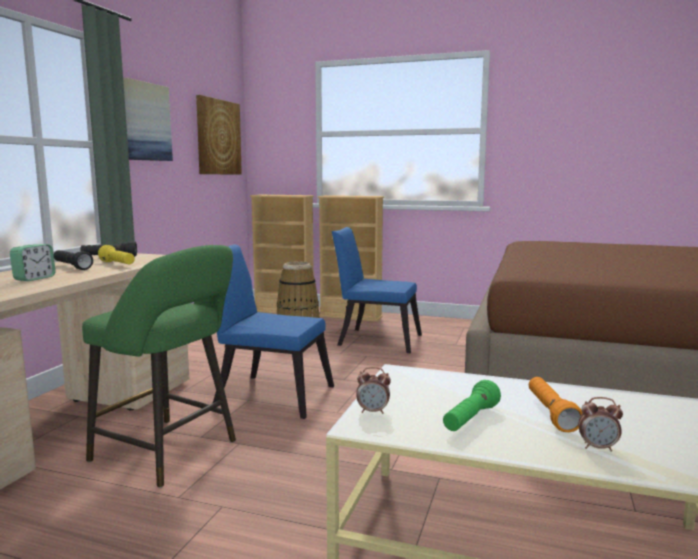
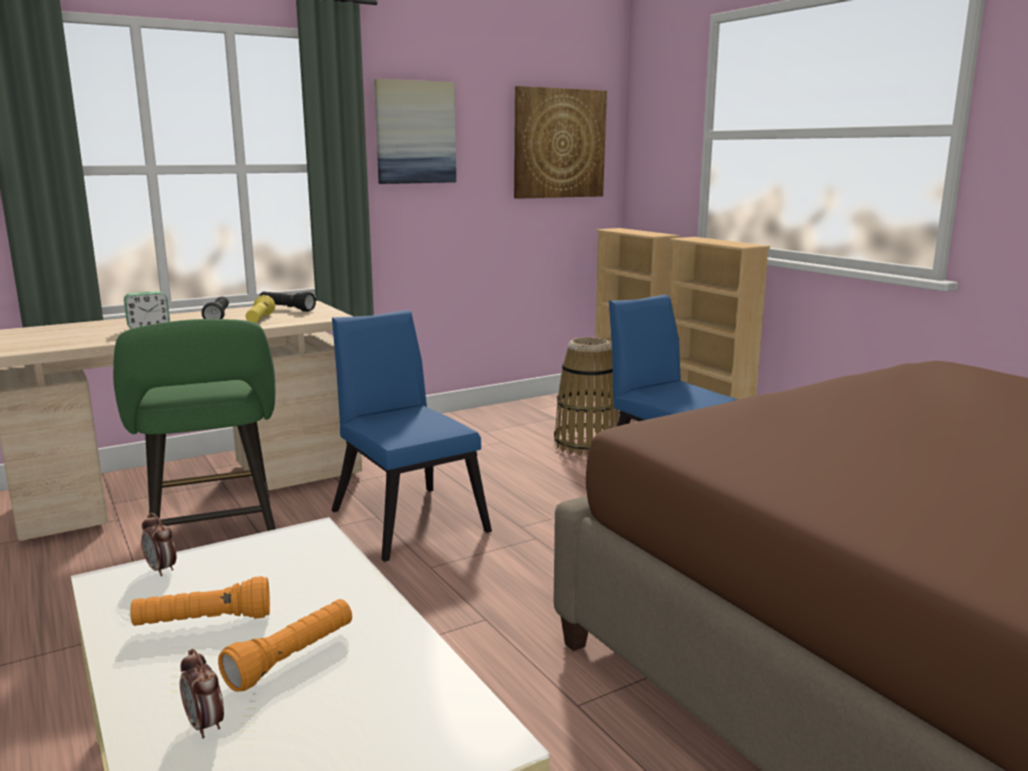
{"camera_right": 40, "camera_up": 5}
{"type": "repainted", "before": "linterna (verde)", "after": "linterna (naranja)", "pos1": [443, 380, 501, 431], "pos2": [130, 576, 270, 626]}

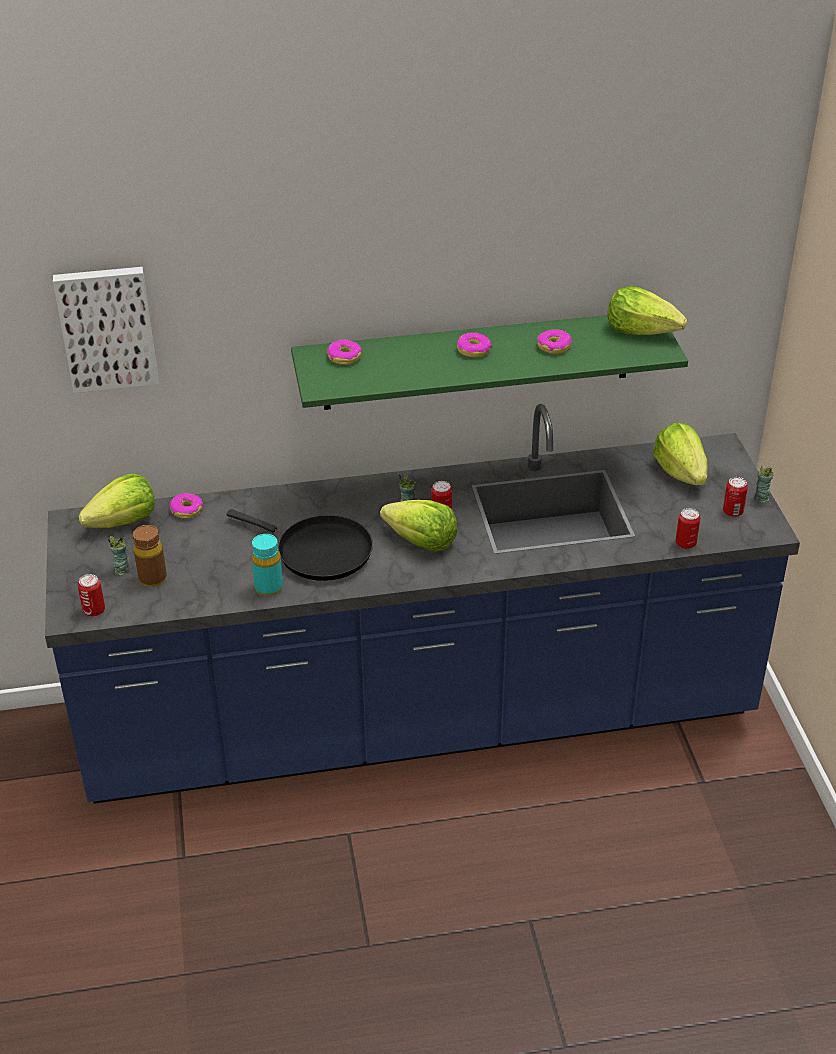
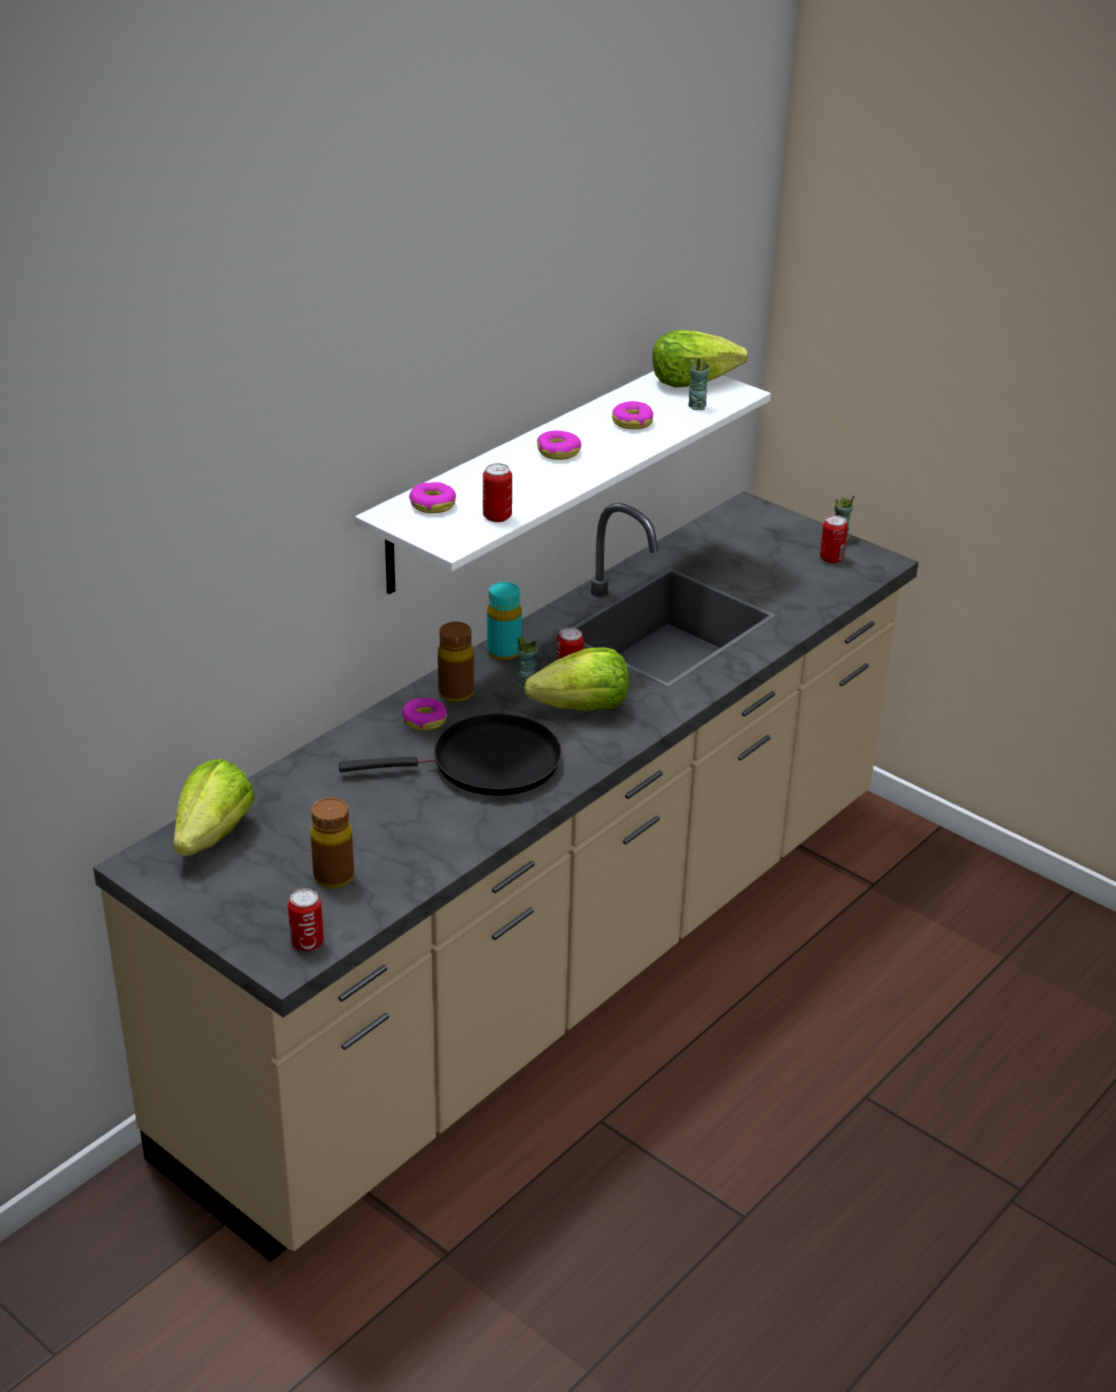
{"camera_right": -40, "camera_up": -5}
{"type": "repainted", "before": "mueble bajo de cocina (azul)", "after": "mueble bajo de cocina (beis)", "pos1": [45, 404, 800, 804], "pos2": [93, 491, 918, 1262]}
{"type": "repainted", "before": "estante (verde)", "after": "estante (blanco)", "pos1": [291, 315, 688, 410], "pos2": [355, 371, 771, 594]}
{"type": "shifted", "before": "rosquilla", "pos1": [170, 493, 203, 519], "pos2": [402, 698, 447, 731]}
{"type": "new", "after": "botella (marrón)", "pos2": [438, 622, 474, 703]}
{"type": "shifted", "before": "lata", "pos1": [676, 508, 700, 549], "pos2": [483, 463, 512, 522]}
{"type": "shifted", "before": "botella (turquesa)", "pos1": [252, 534, 283, 596], "pos2": [487, 582, 522, 661]}
{"type": "shifted", "before": "taza", "pos1": [108, 535, 130, 576], "pos2": [689, 358, 712, 410]}
{"type": "gone", "before": "cuadro", "pos1": [53, 267, 159, 393]}
{"type": "gone", "before": "lechuga", "pos1": [653, 423, 707, 485]}

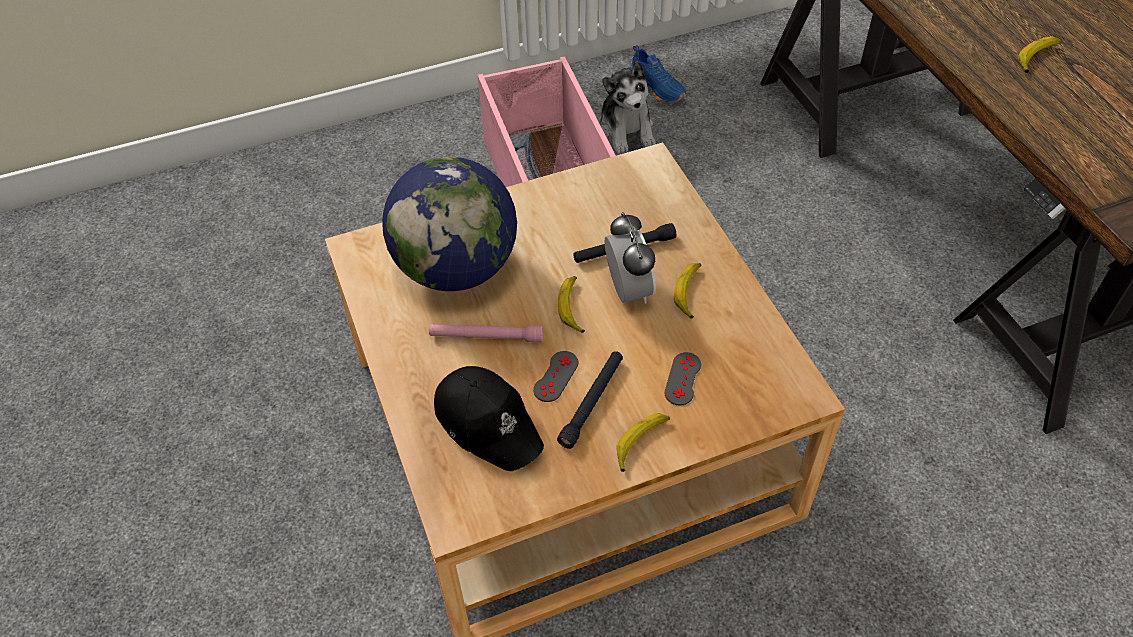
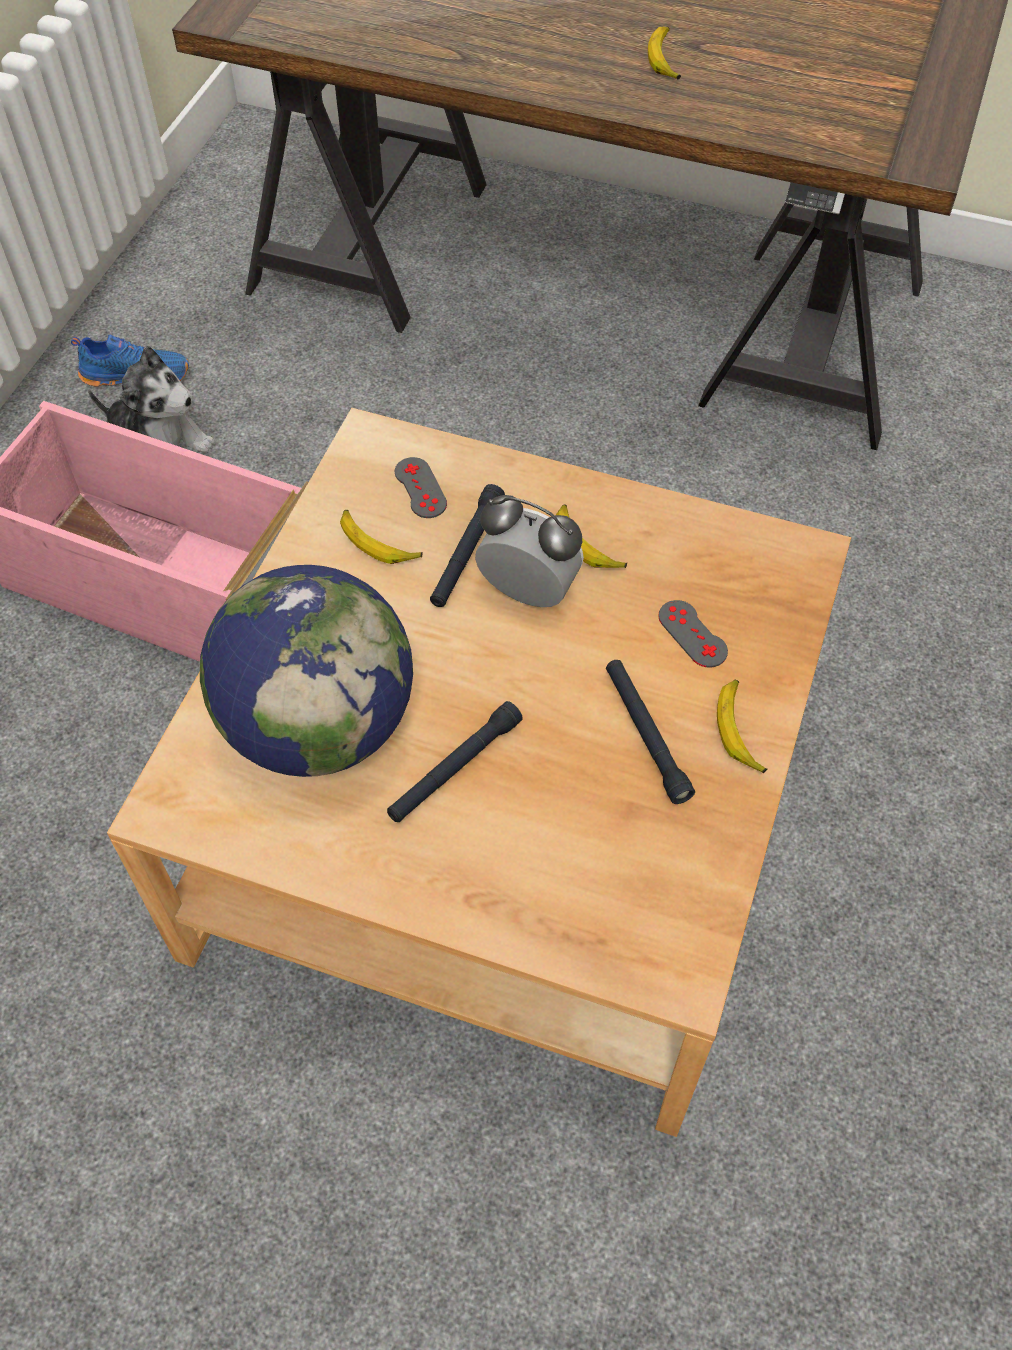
{"camera_right": -50, "camera_up": 5}
{"type": "shifted", "before": "plátano", "pos1": [558, 276, 585, 333], "pos2": [340, 510, 422, 564]}
{"type": "repainted", "before": "linterna (rosa)", "after": "linterna (negro)", "pos1": [429, 324, 543, 342], "pos2": [387, 701, 523, 822]}
{"type": "shifted", "before": "mando de consola (gris)", "pos1": [533, 351, 578, 402], "pos2": [395, 457, 447, 518]}
{"type": "gone", "before": "gorra (negro)", "pos1": [434, 366, 544, 471]}

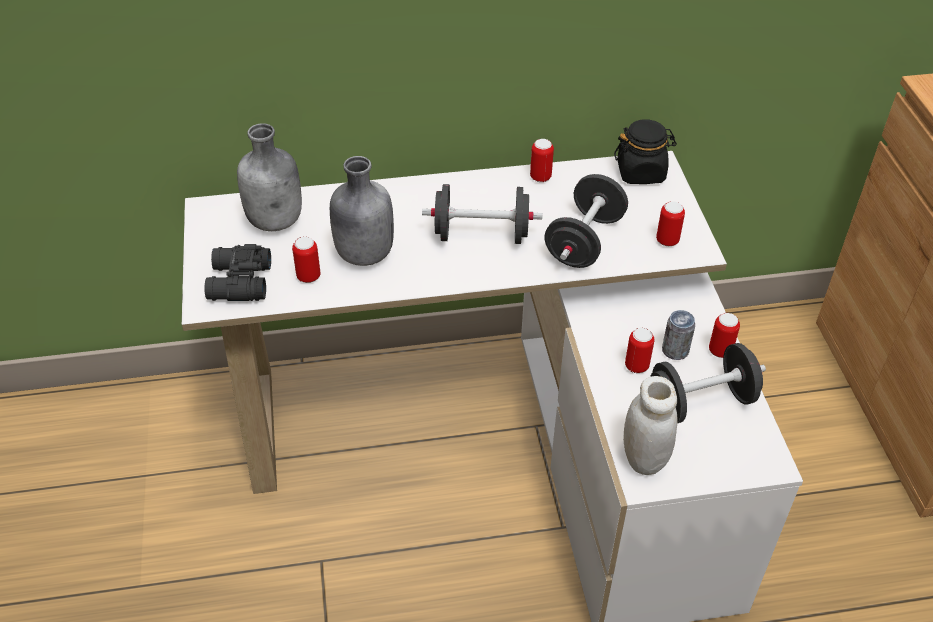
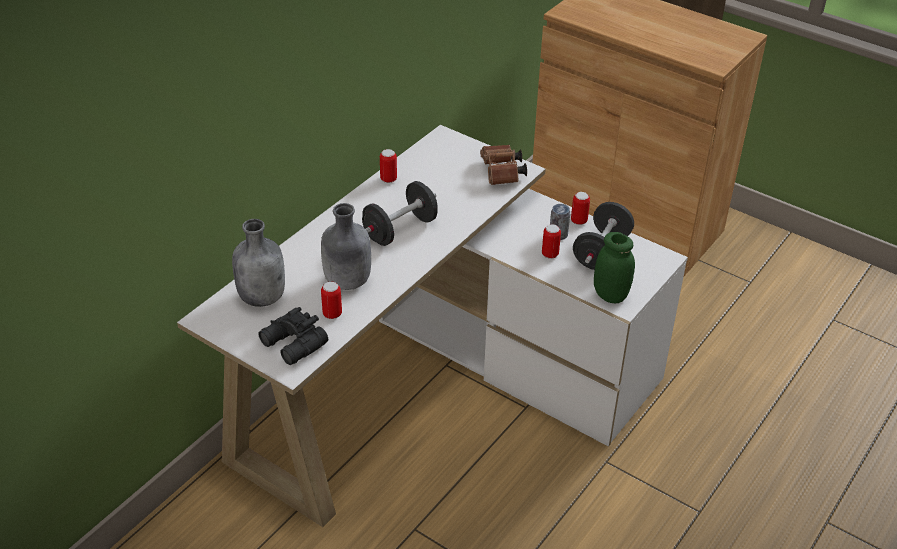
{"camera_right": -45, "camera_up": -5}
{"type": "swapped", "before": "lata", "after": "prismáticos (marrón)", "pos1": [656, 201, 685, 246], "pos2": [480, 145, 527, 185]}
{"type": "repainted", "before": "tarro (blanco)", "after": "tarro (verde)", "pos1": [623, 376, 678, 475], "pos2": [594, 232, 635, 303]}
{"type": "gone", "before": "mancuerna (negro)", "pos1": [544, 174, 628, 268]}
{"type": "gone", "before": "tarro (negro)", "pos1": [614, 119, 677, 184]}

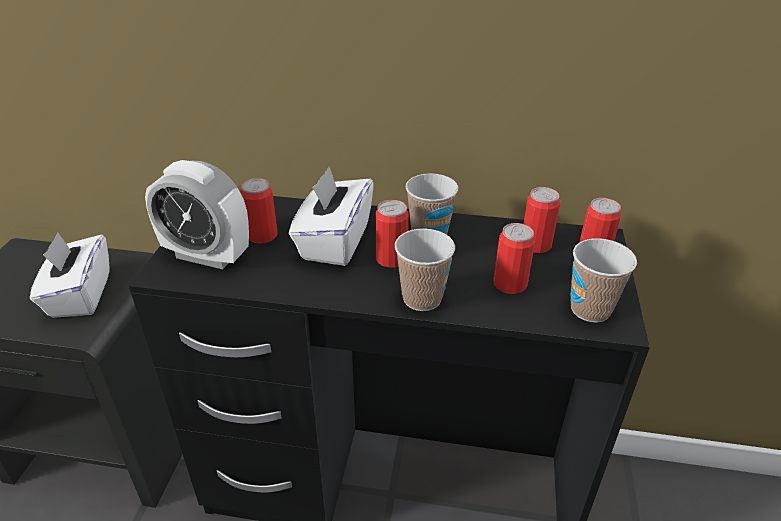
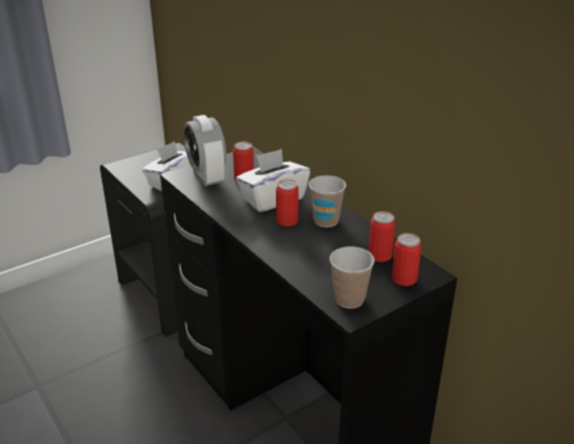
{"camera_right": 45, "camera_up": -5}
{"type": "gone", "before": "taza", "pos1": [395, 229, 455, 311]}
{"type": "gone", "before": "lata", "pos1": [493, 223, 535, 294]}

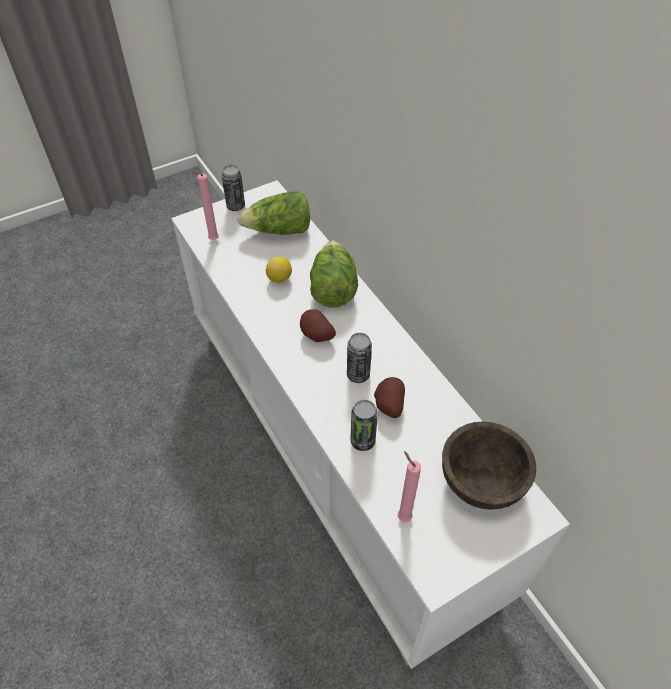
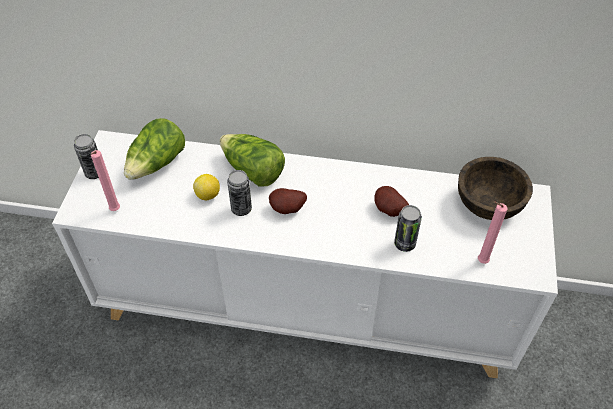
{"camera_right": -50, "camera_up": 0}
{"type": "shifted", "before": "lata", "pos1": [347, 333, 372, 383], "pos2": [227, 170, 252, 216]}

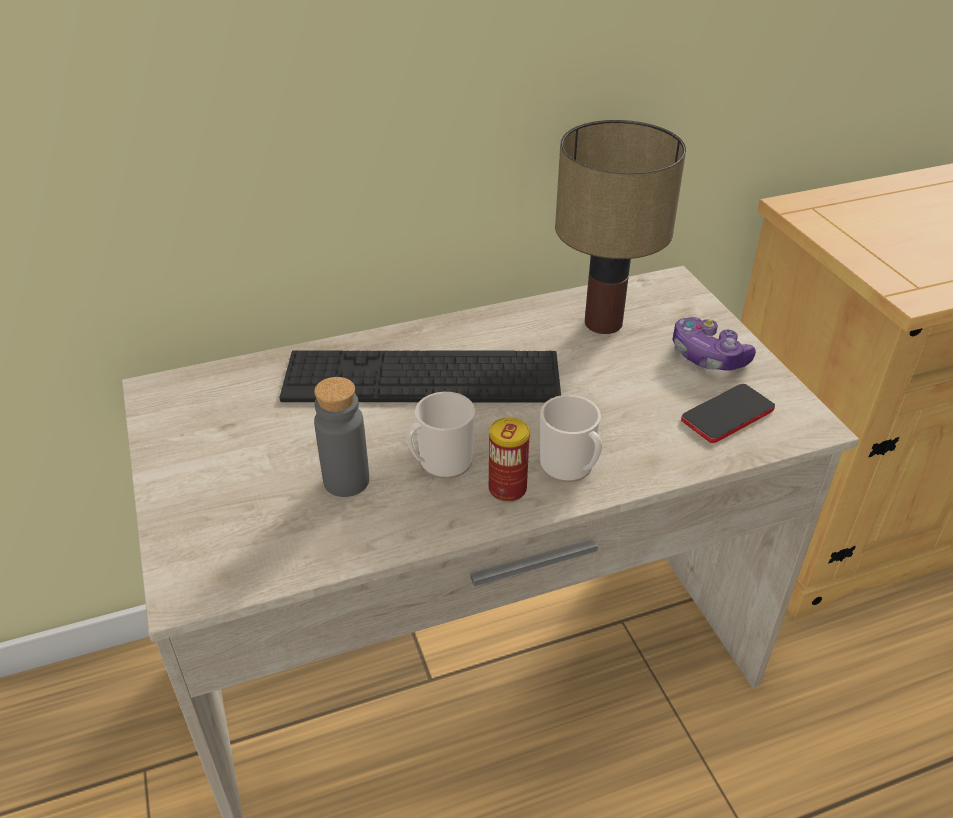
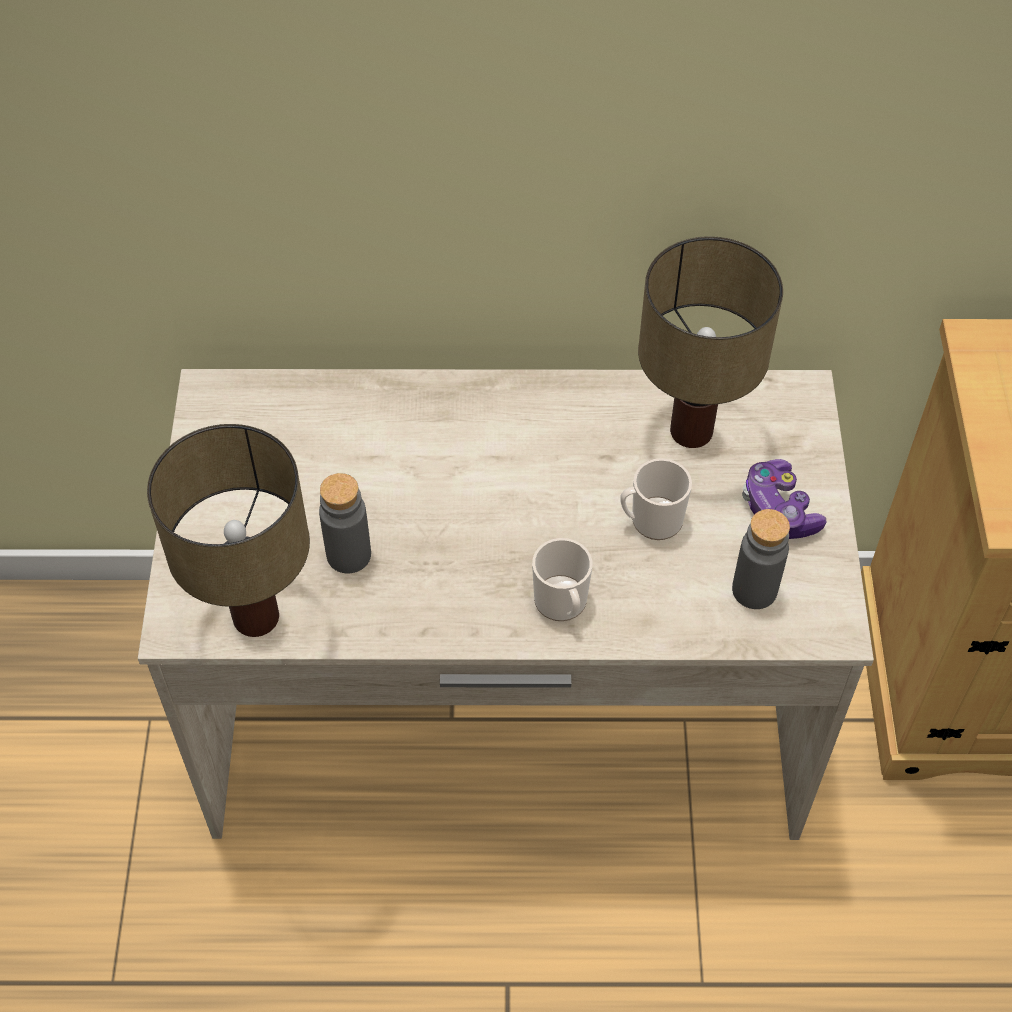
{"camera_right": 20, "camera_up": 15}
{"type": "new", "after": "lámpara de mesa", "pos2": [147, 424, 310, 637]}
{"type": "shifted", "before": "taza grande", "pos1": [406, 392, 475, 479], "pos2": [620, 458, 692, 540]}
{"type": "swapped", "before": "móvil", "after": "botella (gris)", "pos1": [681, 384, 775, 443], "pos2": [732, 509, 790, 609]}
{"type": "gone", "before": "teclado", "pos1": [279, 350, 561, 403]}
{"type": "gone", "before": "lata", "pos1": [489, 417, 530, 502]}

